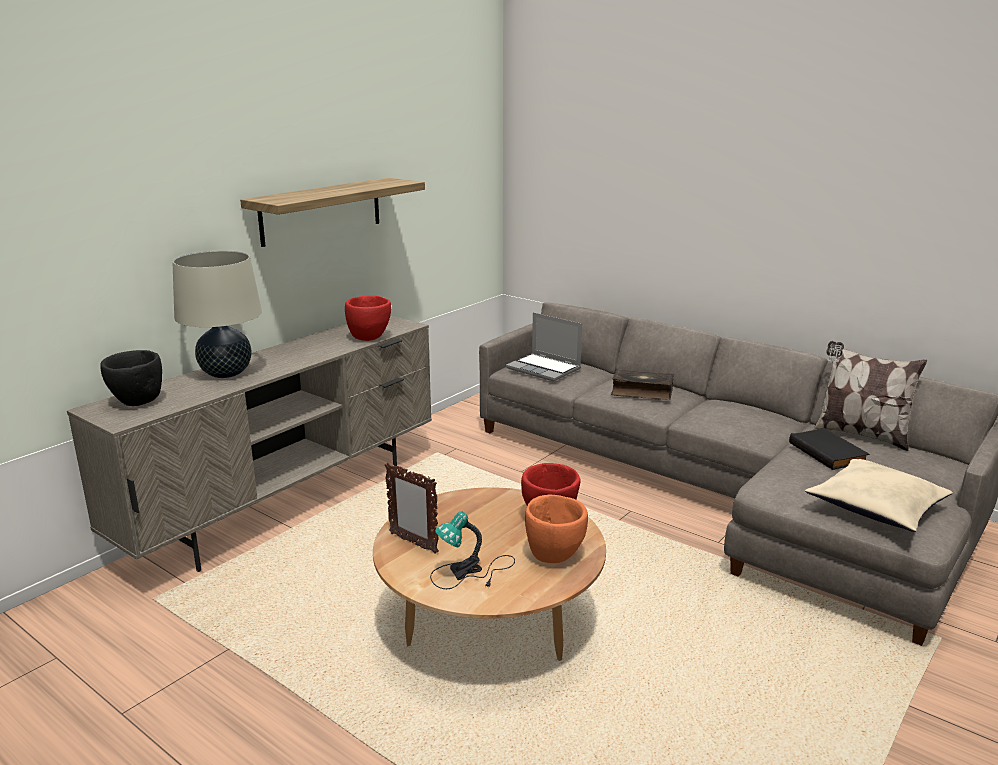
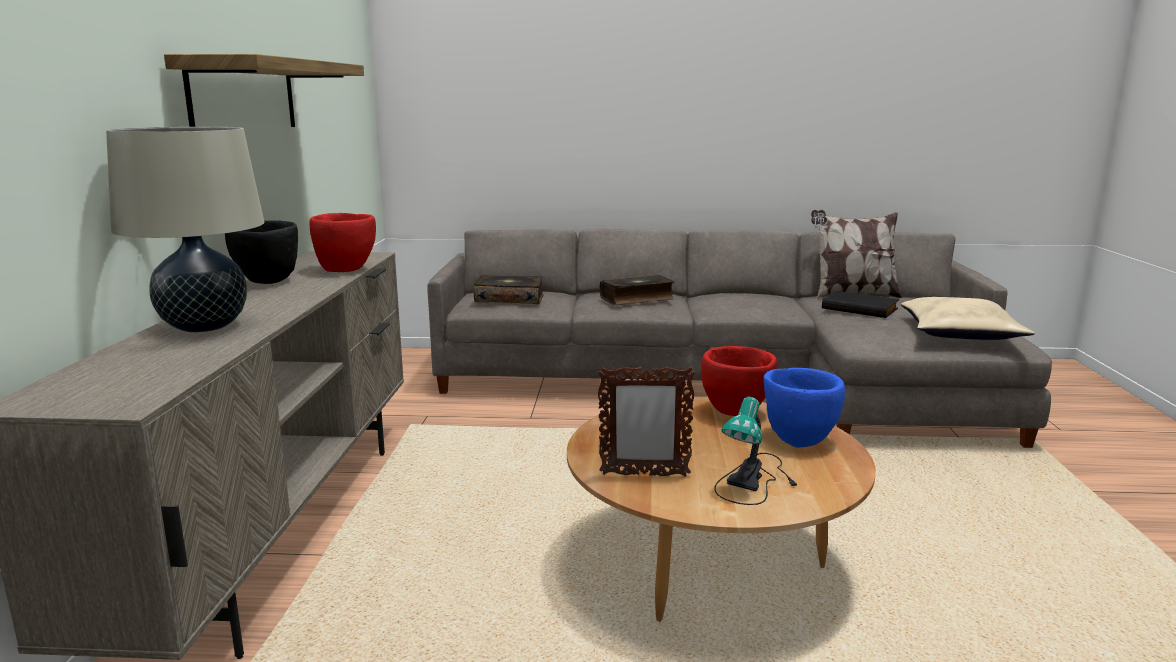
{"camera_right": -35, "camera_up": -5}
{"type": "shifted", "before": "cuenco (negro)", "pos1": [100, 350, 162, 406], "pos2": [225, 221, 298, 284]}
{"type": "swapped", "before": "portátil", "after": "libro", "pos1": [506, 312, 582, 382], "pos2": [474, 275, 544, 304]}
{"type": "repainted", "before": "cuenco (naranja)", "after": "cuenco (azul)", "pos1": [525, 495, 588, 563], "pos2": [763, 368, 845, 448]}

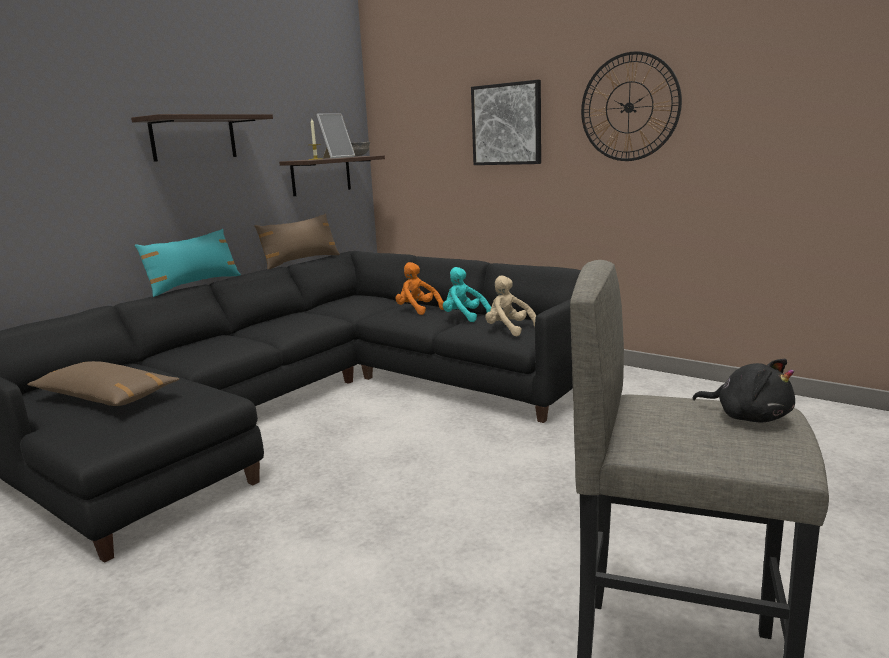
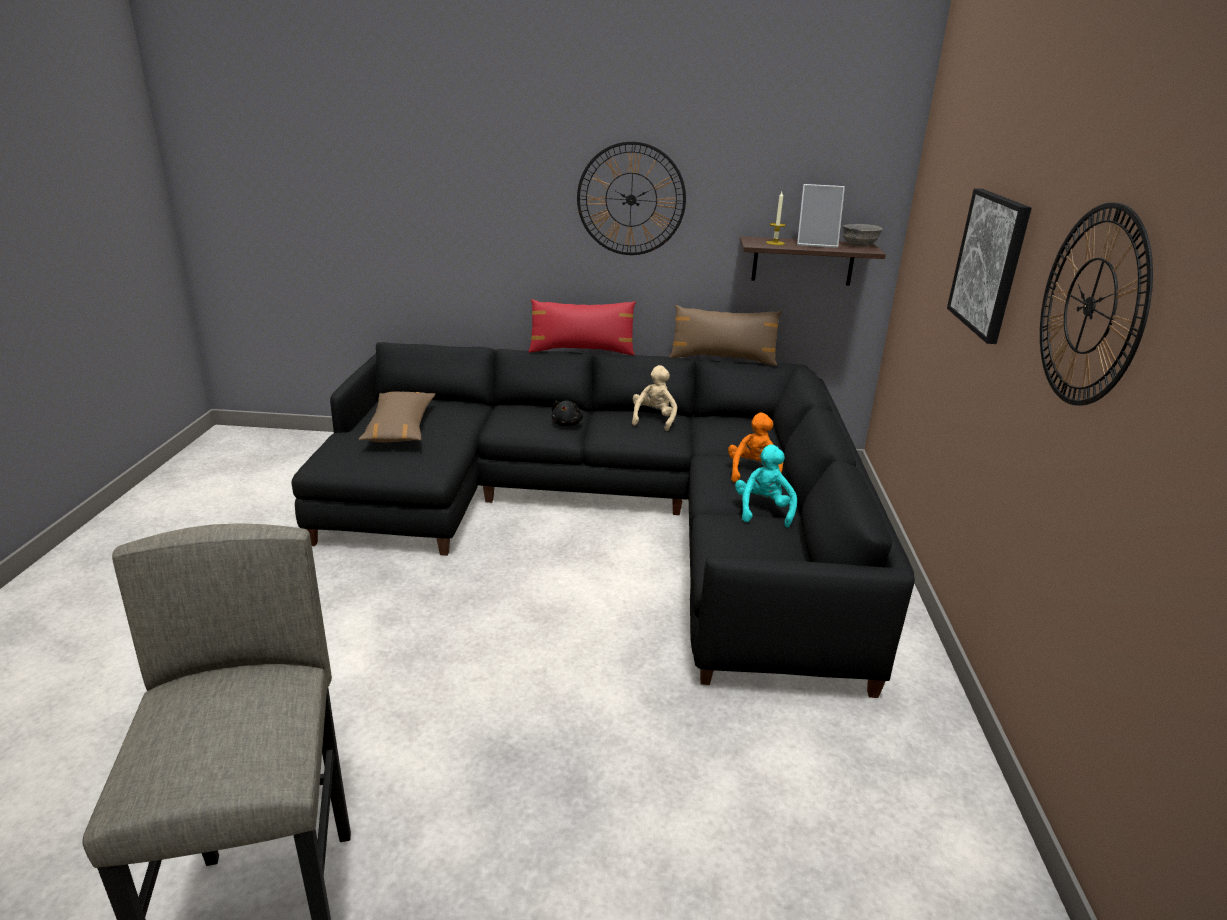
{"camera_right": 55, "camera_up": 10}
{"type": "repainted", "before": "cojín (turquesa)", "after": "cojín (rojo)", "pos1": [135, 229, 241, 297], "pos2": [529, 299, 636, 355]}
{"type": "shifted", "before": "peluche (negro)", "pos1": [693, 359, 795, 422], "pos2": [551, 401, 583, 426]}
{"type": "swapped", "before": "estante", "after": "reloj de pared", "pos1": [131, 114, 273, 162], "pos2": [577, 141, 686, 255]}
{"type": "shifted", "before": "peluche (beis)", "pos1": [485, 275, 536, 336], "pos2": [632, 365, 677, 431]}

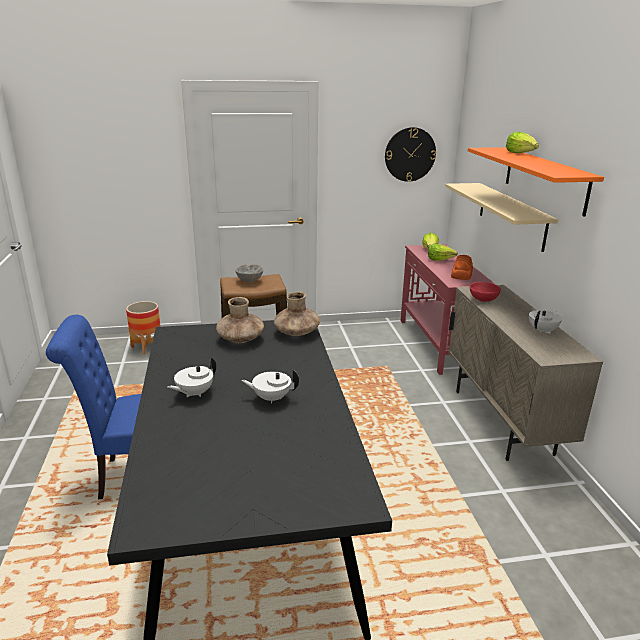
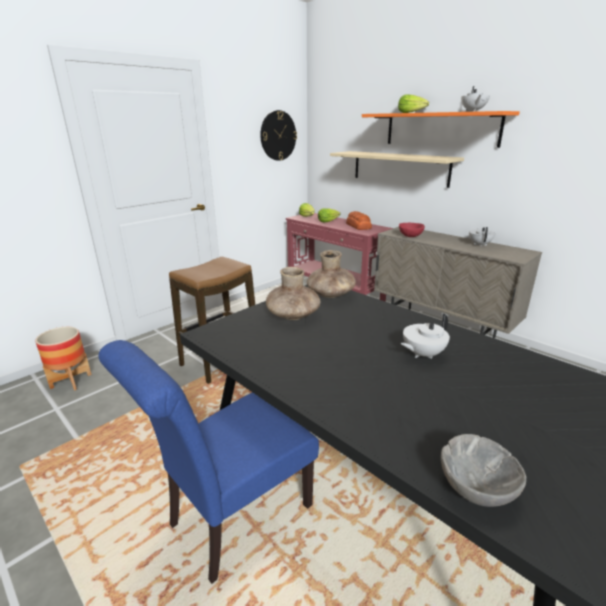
{"camera_right": -35, "camera_up": 0}
{"type": "shifted", "before": "cuenco (gris)", "pos1": [235, 264, 263, 282], "pos2": [441, 434, 526, 507]}
{"type": "shifted", "before": "tetera (blanco)", "pos1": [168, 357, 216, 397], "pos2": [461, 86, 490, 112]}

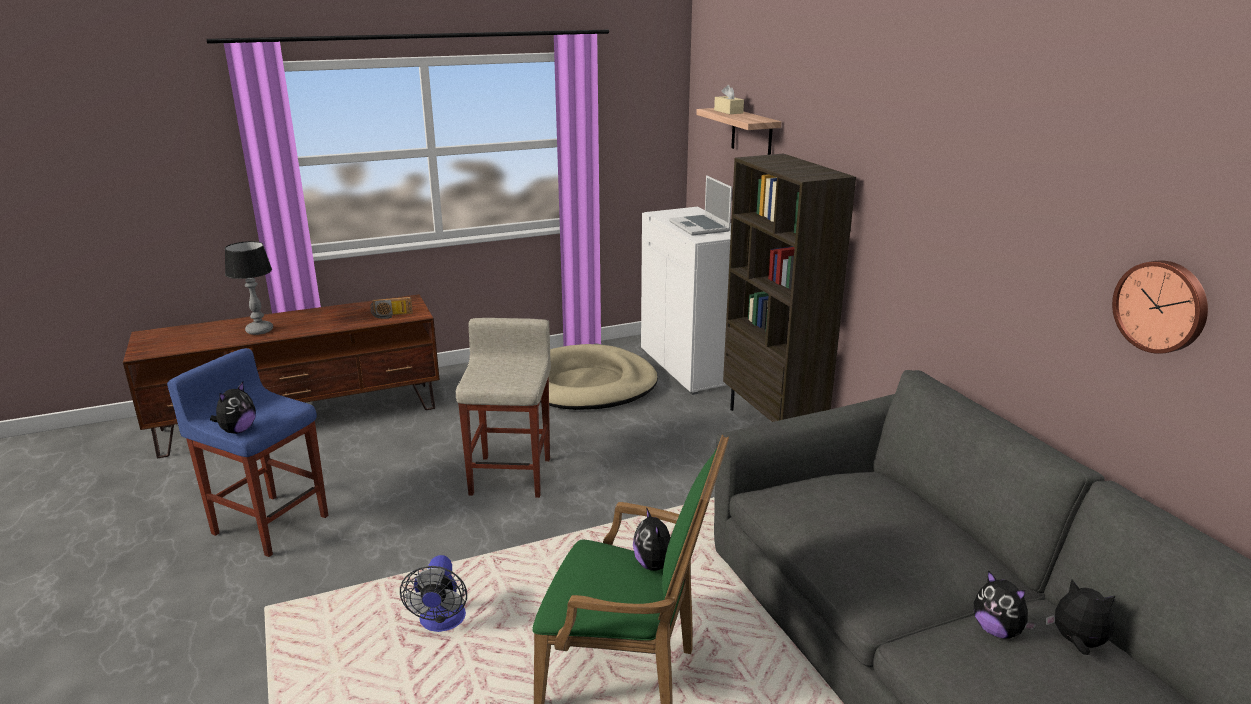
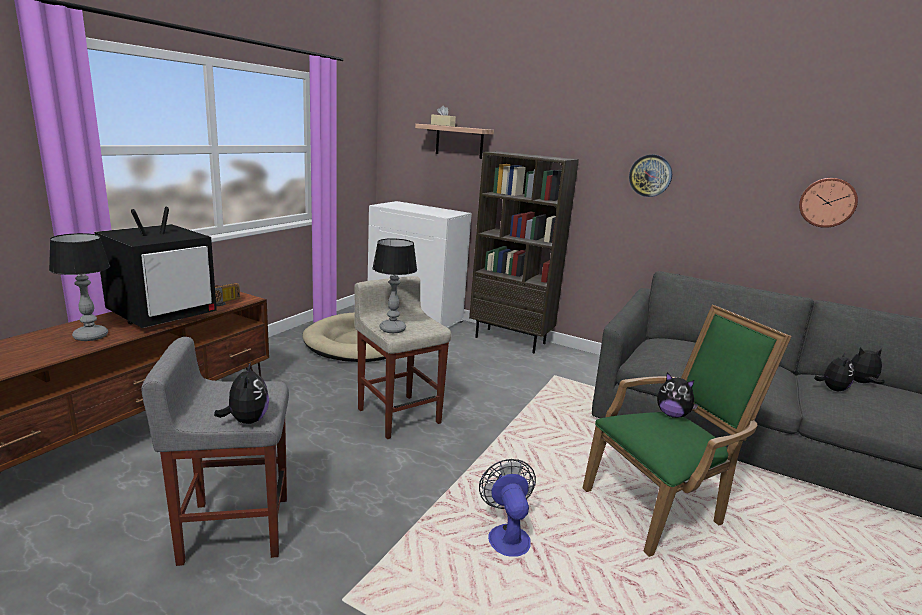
{"camera_right": -40, "camera_up": -5}
{"type": "new", "after": "televisor", "pos2": [95, 207, 217, 328]}
{"type": "repainted", "before": "taburete (azul)", "after": "taburete (gris)", "pos1": [167, 348, 328, 557], "pos2": [141, 337, 289, 566]}
{"type": "new", "after": "lámpara de mesa", "pos2": [372, 238, 417, 333]}
{"type": "rotated", "before": "ventilador", "pos1": [400, 555, 467, 632], "pos2": [479, 459, 536, 557], "turn": -150}
{"type": "new", "after": "reloj de pared", "pos2": [629, 155, 672, 197]}
{"type": "rotated", "before": "peluche", "pos1": [974, 570, 1037, 639], "pos2": [814, 353, 855, 391], "turn": -75}
{"type": "gone", "before": "portátil", "pos1": [669, 175, 732, 236]}

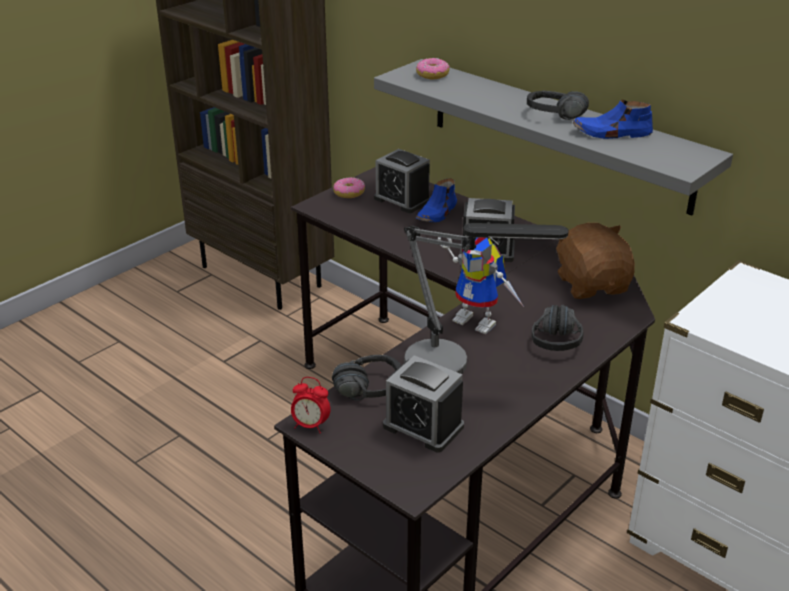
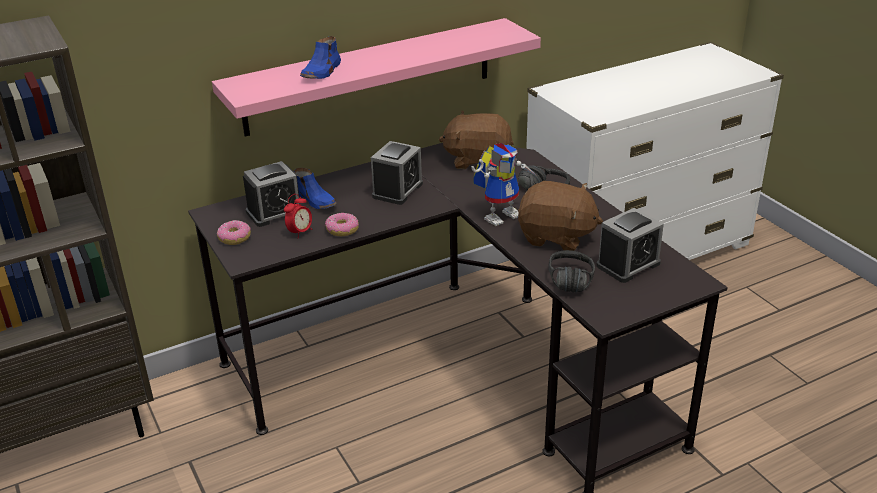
{"camera_right": -70, "camera_up": 0}
{"type": "repainted", "before": "estante (gris)", "after": "estante (rosa)", "pos1": [374, 59, 733, 216], "pos2": [212, 18, 541, 137]}
{"type": "shifted", "before": "despertador", "pos1": [291, 377, 331, 433], "pos2": [284, 194, 312, 239]}
{"type": "shifted", "before": "zapato (azul)", "pos1": [573, 100, 653, 139], "pos2": [300, 36, 341, 79]}
{"type": "shifted", "before": "rosquilla", "pos1": [416, 58, 450, 79], "pos2": [325, 213, 359, 236]}
{"type": "swapped", "before": "lámpara de mesa", "after": "peluche (marrón)", "pos1": [404, 223, 569, 374], "pos2": [518, 181, 603, 251]}
{"type": "gone", "before": "auriculares (negro)", "pos1": [527, 91, 589, 120]}

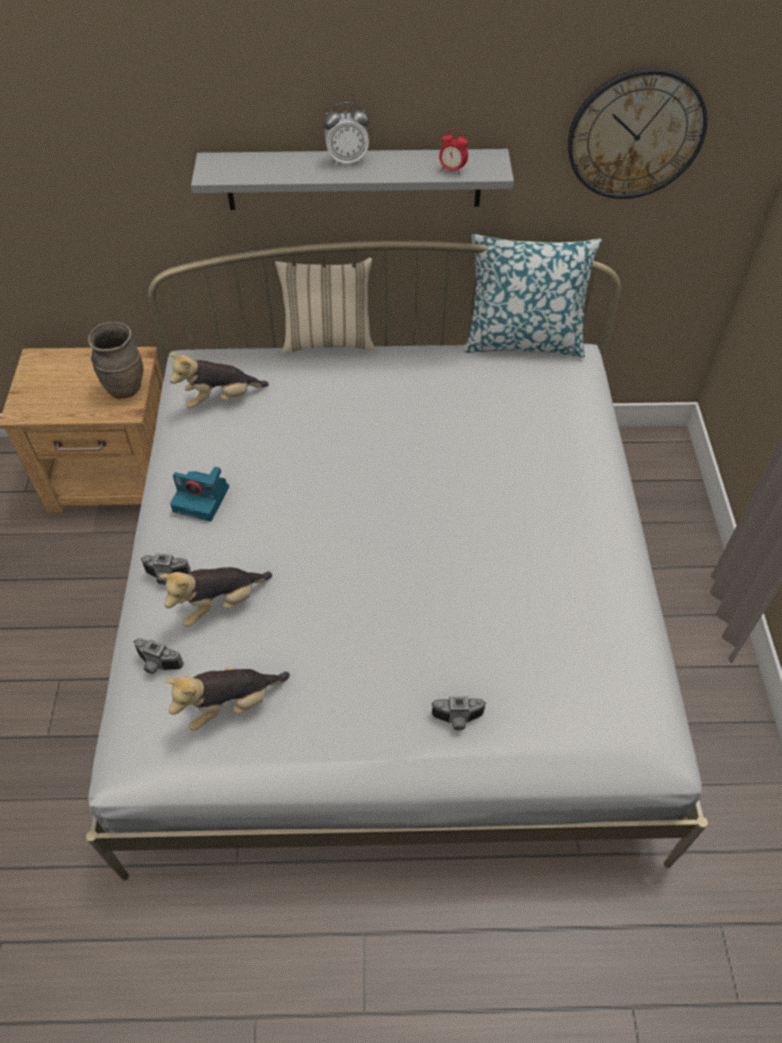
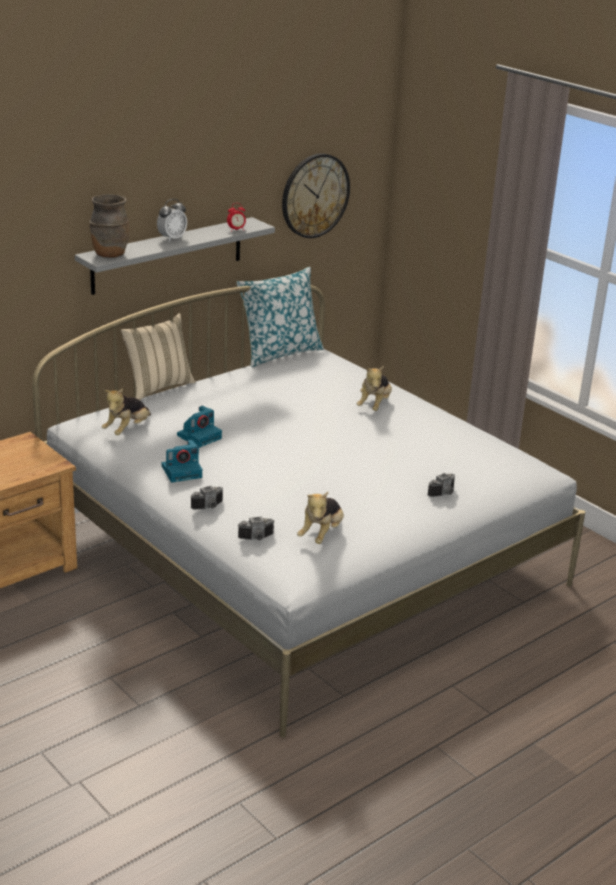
{"camera_right": -40, "camera_up": -25}
{"type": "shifted", "before": "florero (marrón)", "pos1": [88, 322, 144, 399], "pos2": [89, 194, 129, 258]}
{"type": "new", "after": "cámara", "pos2": [177, 406, 222, 448]}
{"type": "shifted", "before": "peluche", "pos1": [159, 567, 272, 627], "pos2": [356, 366, 392, 411]}

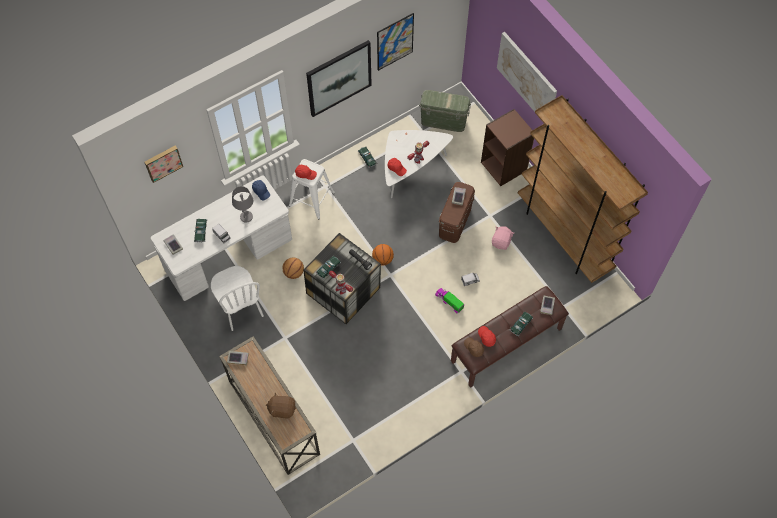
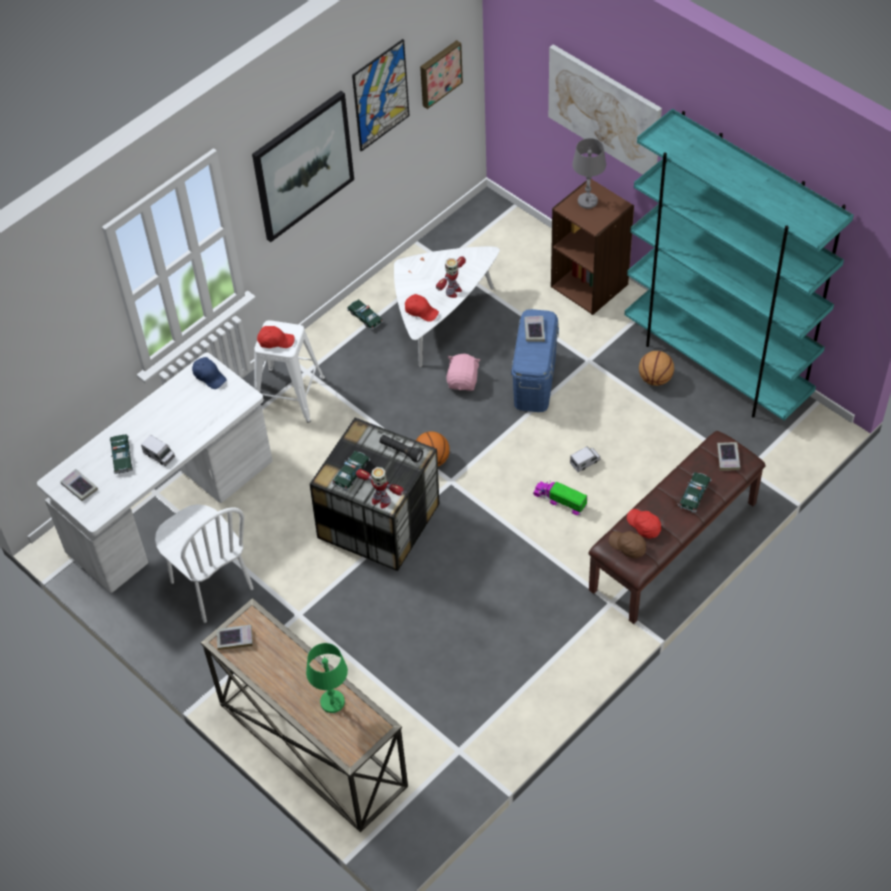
{"camera_right": -10, "camera_up": -10}
{"type": "swapped", "before": "peluche (marrón)", "after": "lámpara de mesa (verde)", "pos1": [266, 393, 296, 419], "pos2": [306, 643, 348, 713]}
{"type": "shifted", "before": "cuadro", "pos1": [144, 145, 183, 183], "pos2": [420, 40, 463, 109]}
{"type": "shifted", "before": "peluche (rosa)", "pos1": [492, 226, 514, 250], "pos2": [446, 354, 480, 391]}
{"type": "repainted", "before": "caja de almacenaje (marrón)", "after": "caja de almacenaje (azul)", "pos1": [439, 182, 475, 243], "pos2": [511, 309, 559, 412]}
{"type": "shifted", "before": "lámpara de mesa (gris)", "pos1": [232, 186, 253, 223], "pos2": [572, 138, 606, 209]}
{"type": "repainted", "before": "estantería (marrón)", "after": "estantería (turquesa)", "pos1": [518, 95, 648, 283], "pos2": [625, 109, 854, 421]}
{"type": "shifted", "before": "balón de baloncesto", "pos1": [282, 257, 304, 279], "pos2": [639, 351, 674, 386]}
{"type": "gone", "before": "caja de almacenaje (verde)", "pos1": [419, 90, 471, 132]}

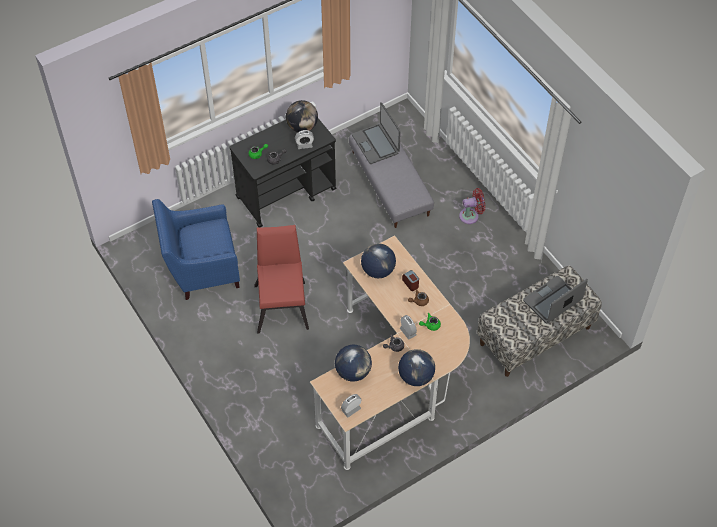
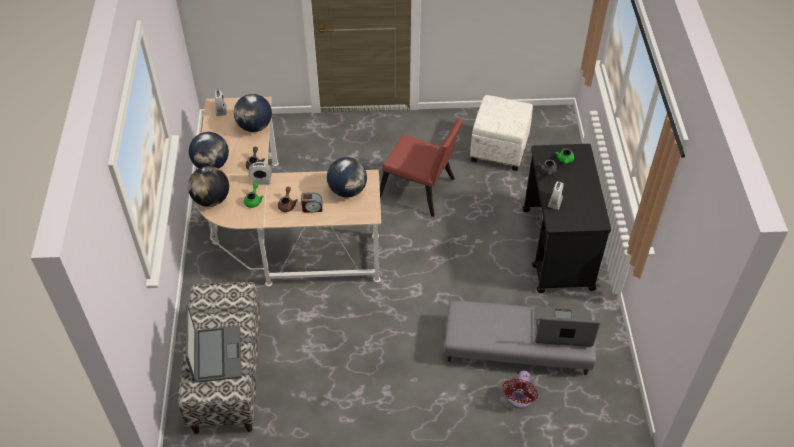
{"camera_right": 120, "camera_up": -5}
{"type": "shifted", "before": "globo terráqueo", "pos1": [286, 100, 318, 132], "pos2": [188, 166, 229, 207]}
{"type": "swapped", "before": "sillón (azul)", "after": "puf (blanco)", "pos1": [152, 199, 240, 300], "pos2": [470, 95, 533, 171]}
{"type": "shifted", "before": "ventilador (rojo)", "pos1": [459, 188, 485, 224], "pos2": [503, 371, 538, 408]}

